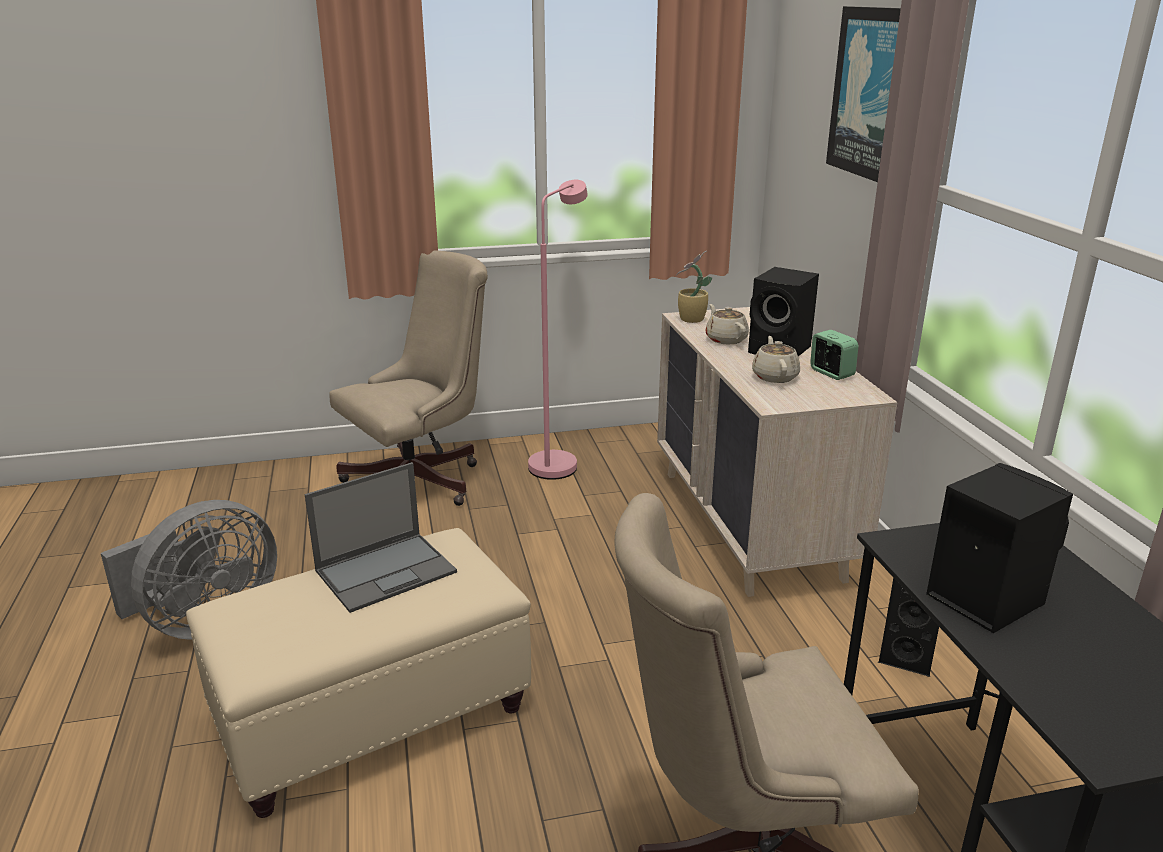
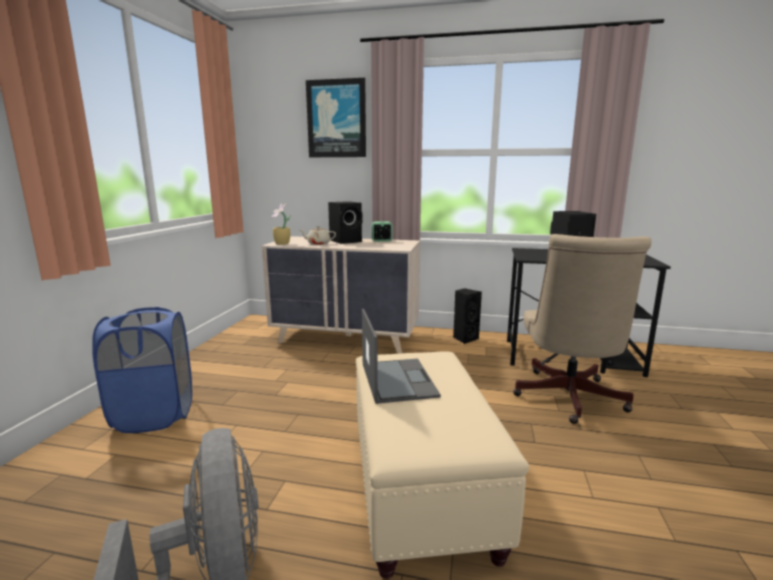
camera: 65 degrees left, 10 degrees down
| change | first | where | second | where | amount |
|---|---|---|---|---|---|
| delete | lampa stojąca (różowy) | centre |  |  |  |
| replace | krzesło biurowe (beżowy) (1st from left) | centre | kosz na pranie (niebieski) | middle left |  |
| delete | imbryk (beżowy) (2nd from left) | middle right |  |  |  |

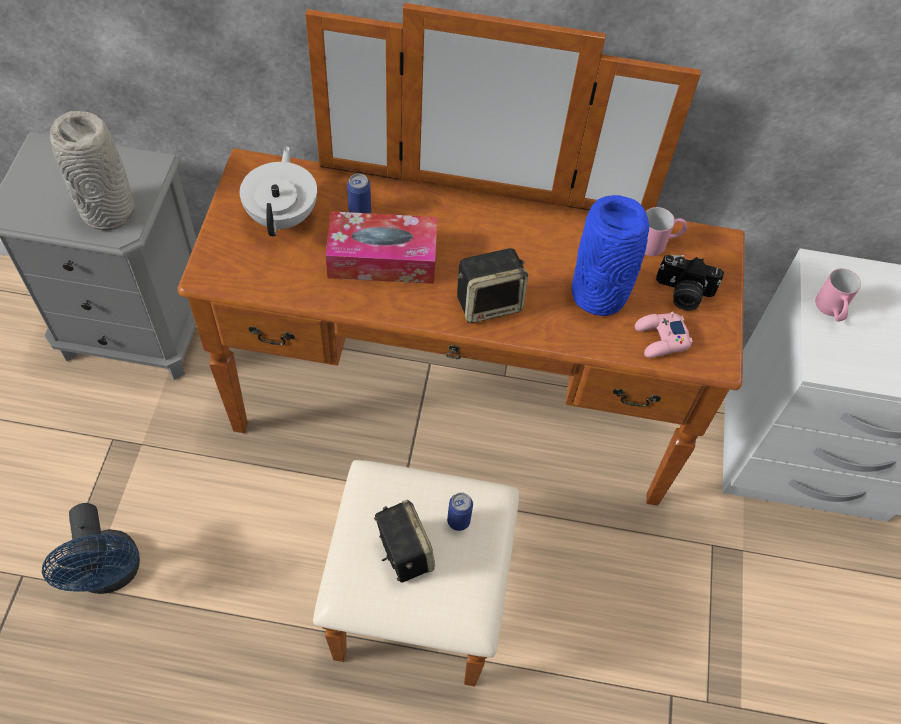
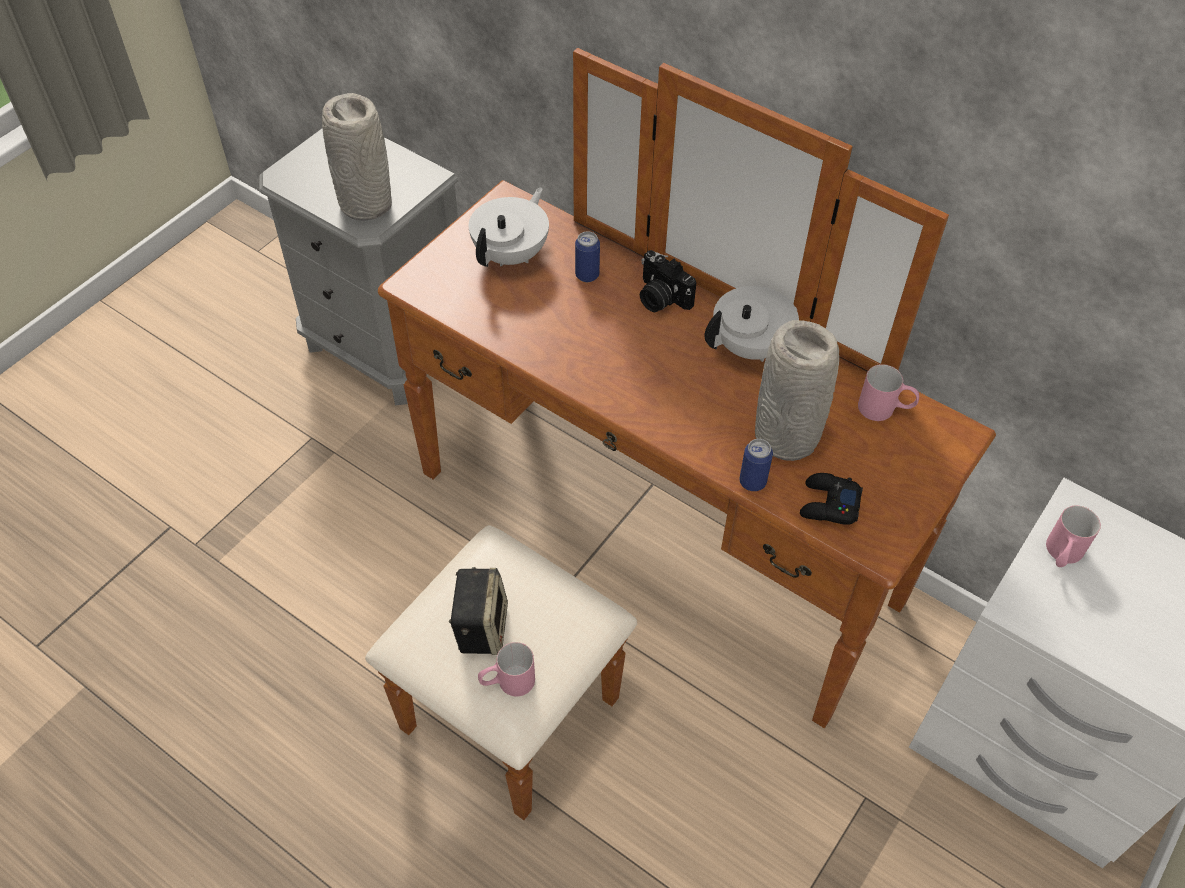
camera: 30 degrees right, 5 degrees down
| change | first | where | second | where | amount |
|---|---|---|---|---|---|
| recolor | wazon (niebieski) | middle right | wazon (szary) (2nd from left) | middle right |  |
| delete | pudełko chusteczek | centre |  |  |  |
| delete | głośnik (2nd from left) | centre |  |  |  |
| move | aparat fotograficzny | middle right |  | top centre |  |
| recolor | pad do gier (różowy) | middle right | pad do gier (czarny) | middle right |  |
| move | puszka (2nd from left) | bottom centre |  | centre |  |
| delete | wentylator (niebieski) | bottom left |  |  |  |
| insert |  |  | imbryk (biały) (2nd from left) | centre |  |
| insert |  |  | kubek (różowy) (1st from left) | bottom centre |  |

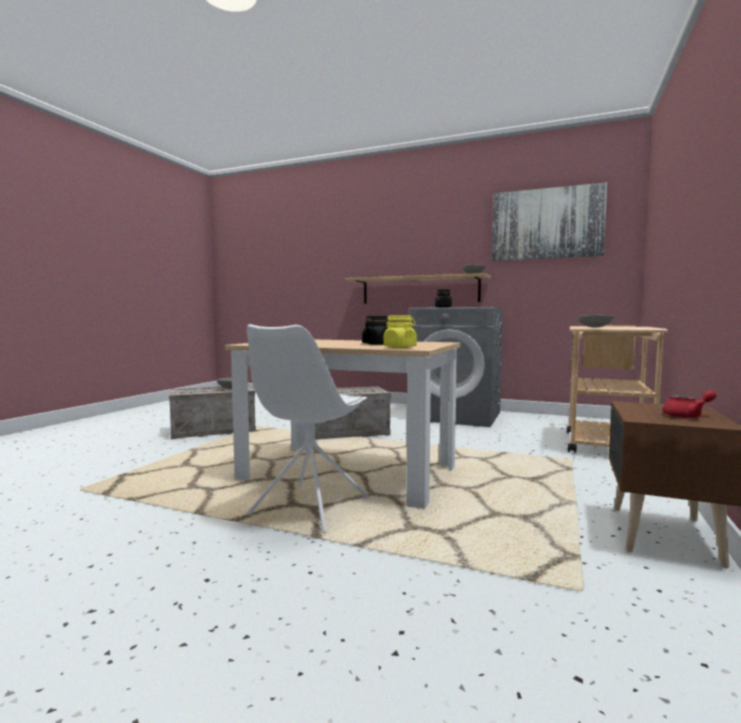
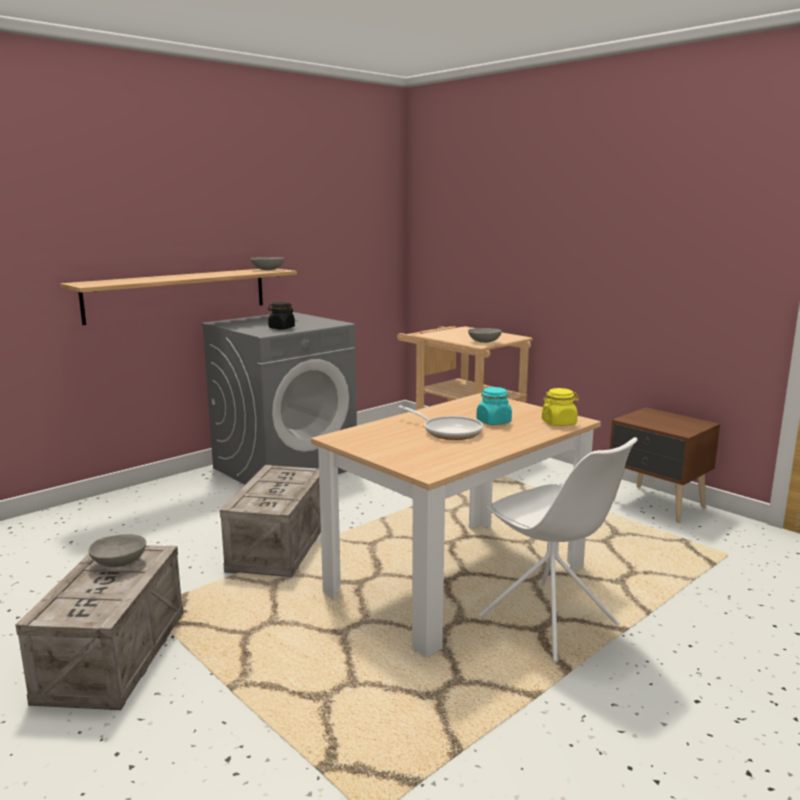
camera: 65 degrees left, 10 degrees up
| change | first | where | second | where | amount |
|---|---|---|---|---|---|
| delete | obraz | top right |  |  |  |
| recolor | słoik (czarny) (1st from left) | centre | słoik (turkusowy) | centre |  |
| delete | imbryk (czerwony) | middle right |  |  |  |
| insert |  |  | patelnia | centre |  |

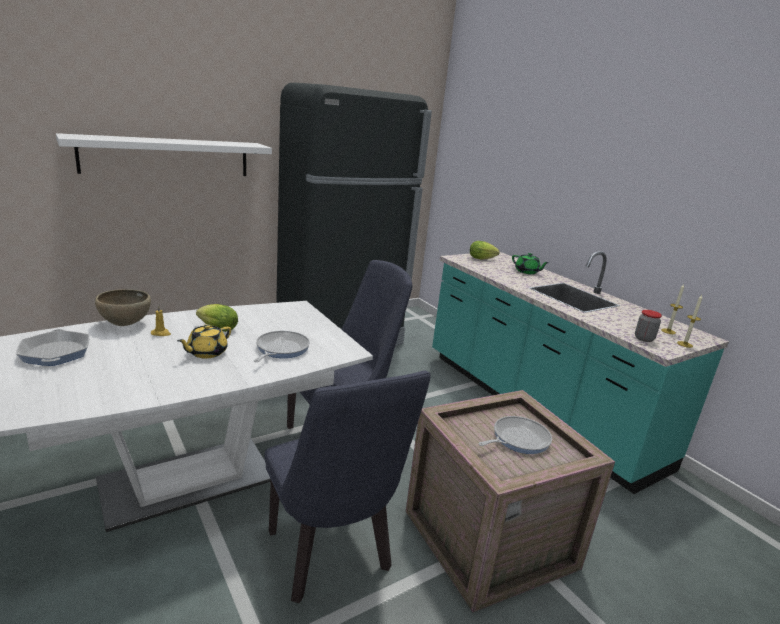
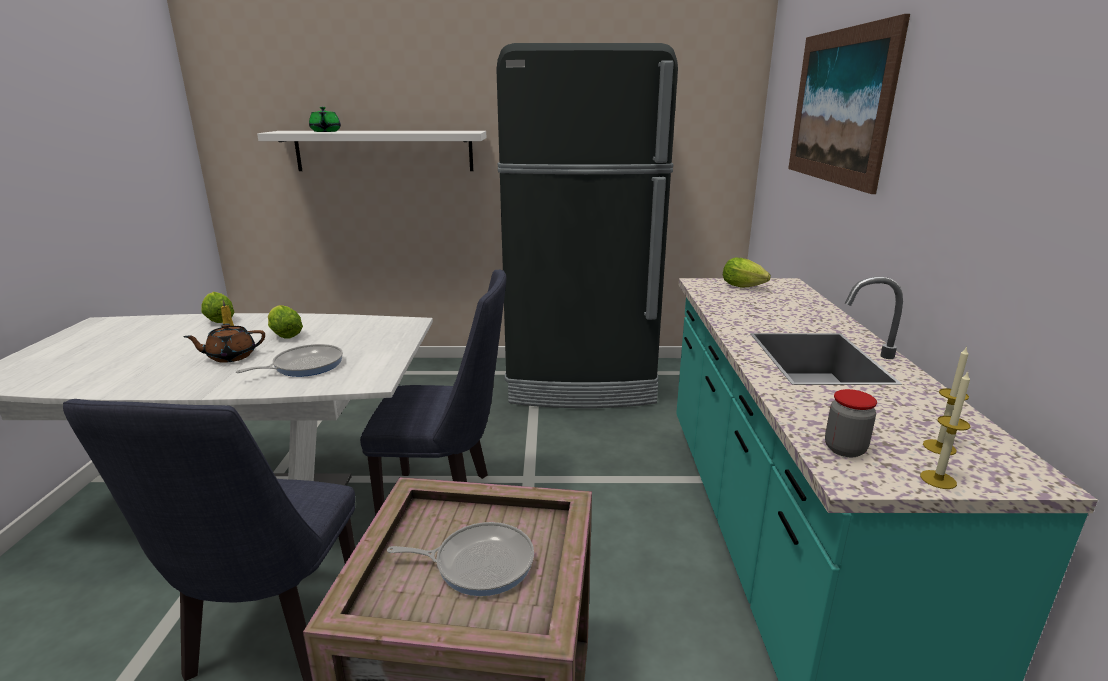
camera: 35 degrees right, 0 degrees up
| change | first | where | second | where | amount |
|---|---|---|---|---|---|
| move | imbryk (zielony) | middle right |  | top left |  |
| replace | miska (brązowy) | middle left | sałata (1st from left) | middle left |  |
| recolor | imbryk (żółty) | middle left | imbryk (brązowy) | middle left |  |
| delete | patelnia (1st from left) | middle left |  |  |  |
| insert |  |  | obraz | top right |  |

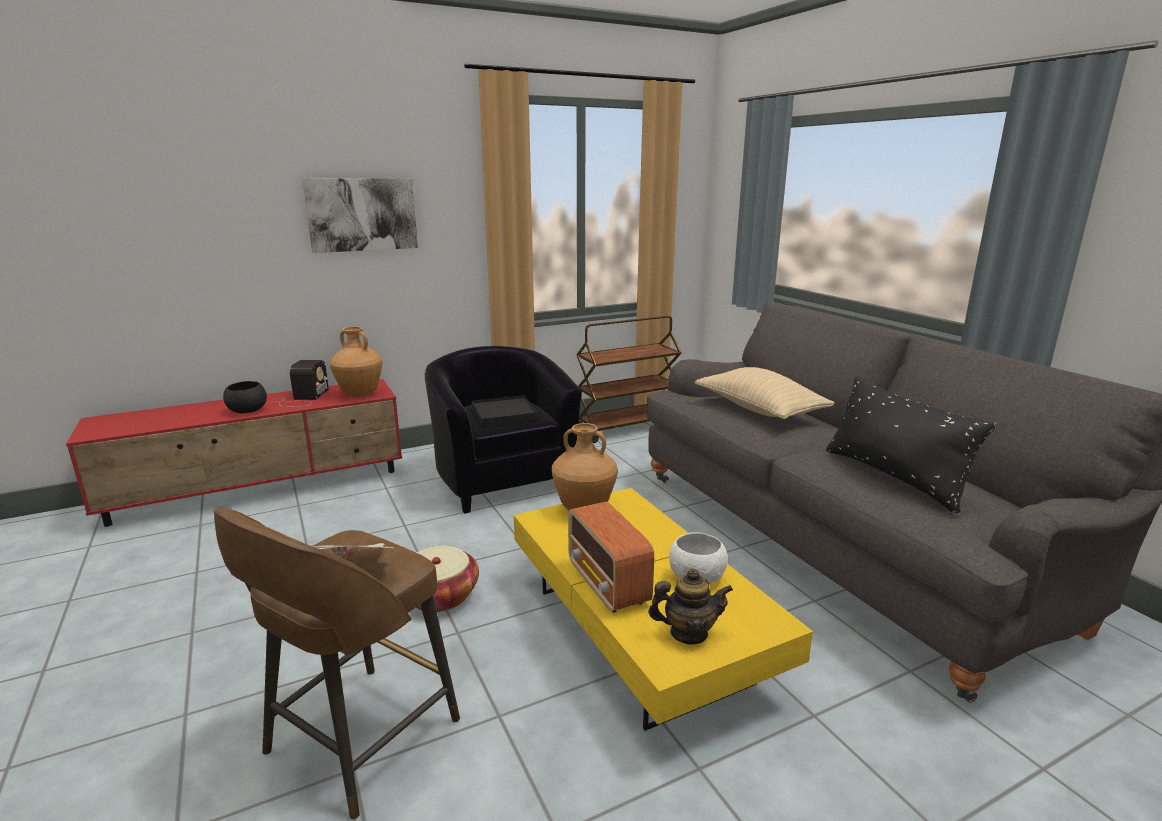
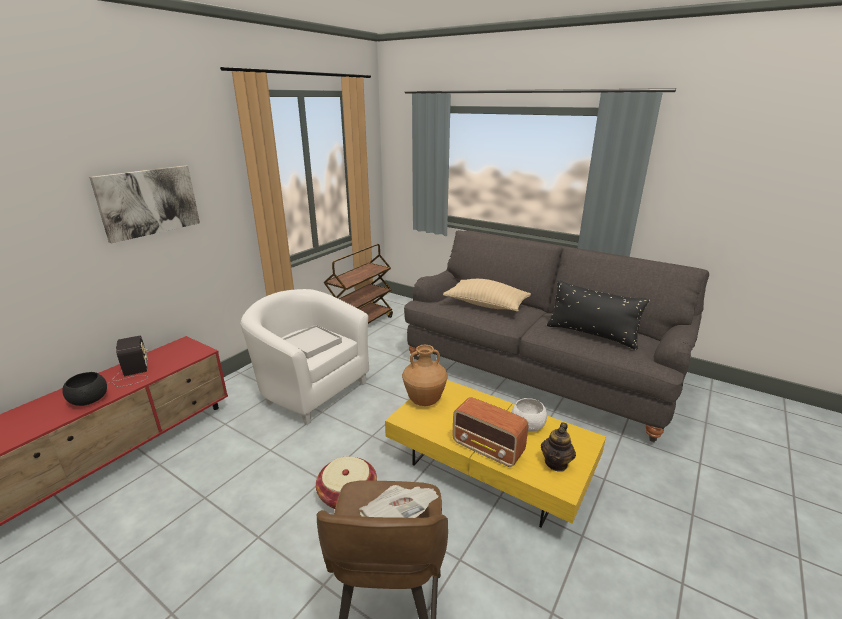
camera: 30 degrees left, 5 degrees up
| change | first | where | second | where | amount |
|---|---|---|---|---|---|
| delete | wazon (brązowy) (1st from left) | middle left |  |  |  |
| recolor | fotel (czarny) | centre | fotel (biały) | centre |  |
| recolor | taca (czarny) | centre | taca (biały) | centre |  |
| rotate | imbryk | bottom centre |  | bottom centre | 150 degrees clockwise |

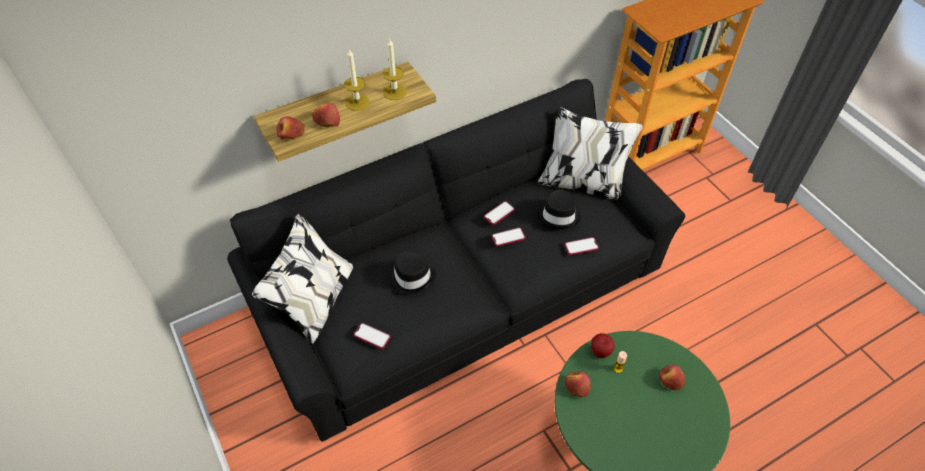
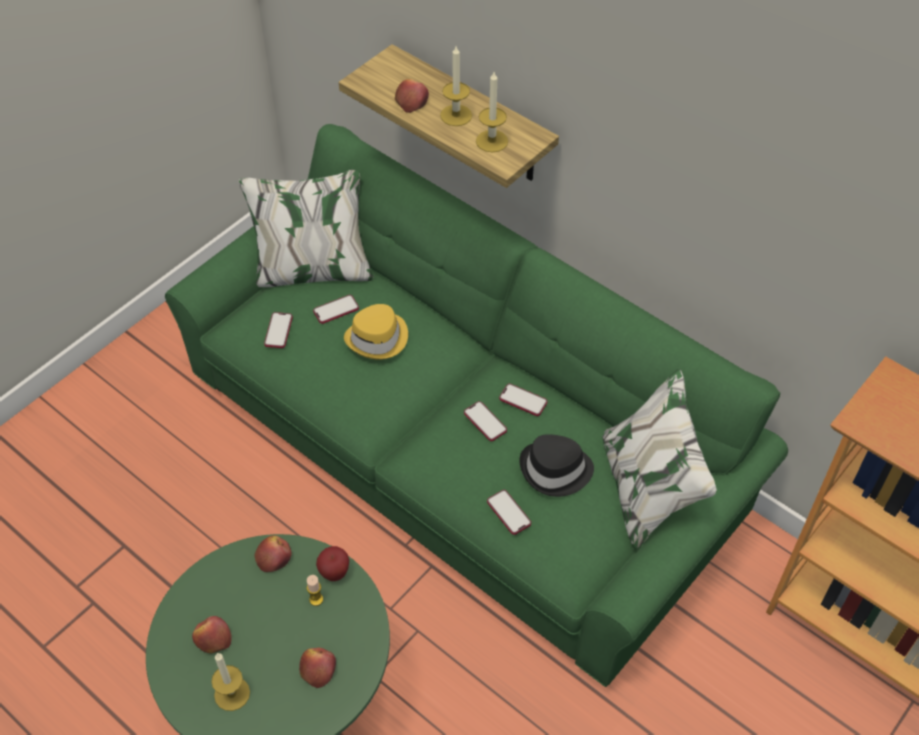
camera: 70 degrees right, 0 degrees up
| change | first | where | second | where | amount |
|---|---|---|---|---|---|
| recolor | kanapa (czarny) | centre | kanapa (zielony) | centre |  |
| move | jabłko (1st from left) | top left |  | bottom left |  |
| recolor | kapelusz (czarny) (1st from left) | centre | kapelusz (żółty) | centre |  |
| insert |  |  | telefon (2nd from left) | centre |  |
| insert |  |  | świeca (1st from left) | bottom left |  |

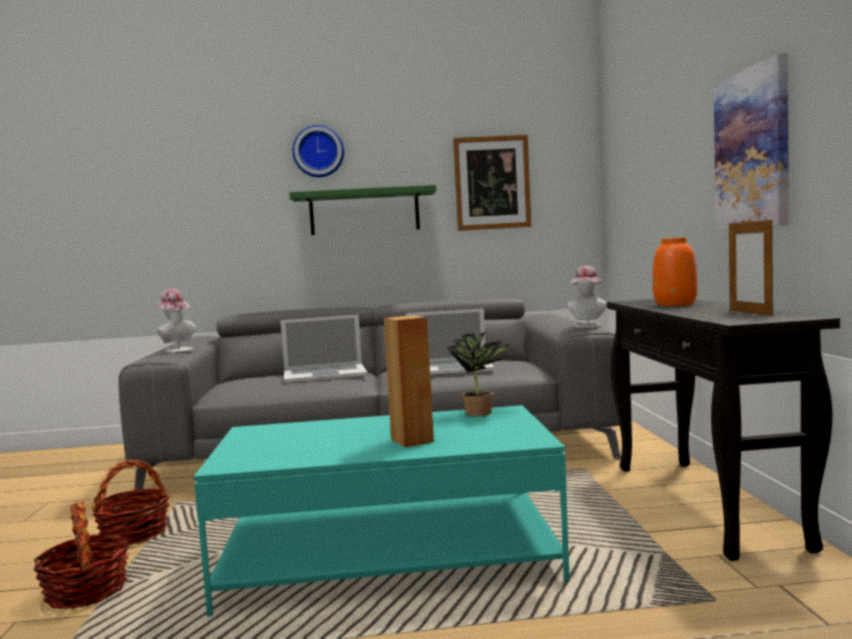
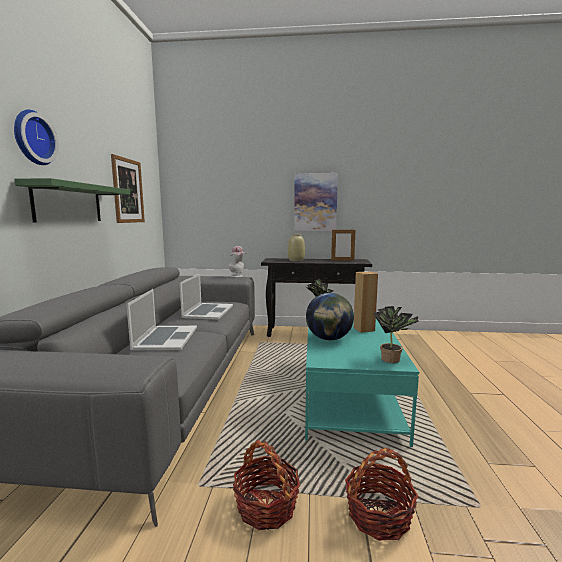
camera: 80 degrees left, 5 degrees up
| change | first | where | second | where | amount |
|---|---|---|---|---|---|
| recolor | wazon (pomarańczowy) | middle right | wazon (beżowy) | centre |  |
| delete | kapelusz (1st from left) | middle left |  |  |  |
| insert |  |  | globus | centre |  |
| insert |  |  | roślina doniczkowa (2nd from left) | middle right |  |

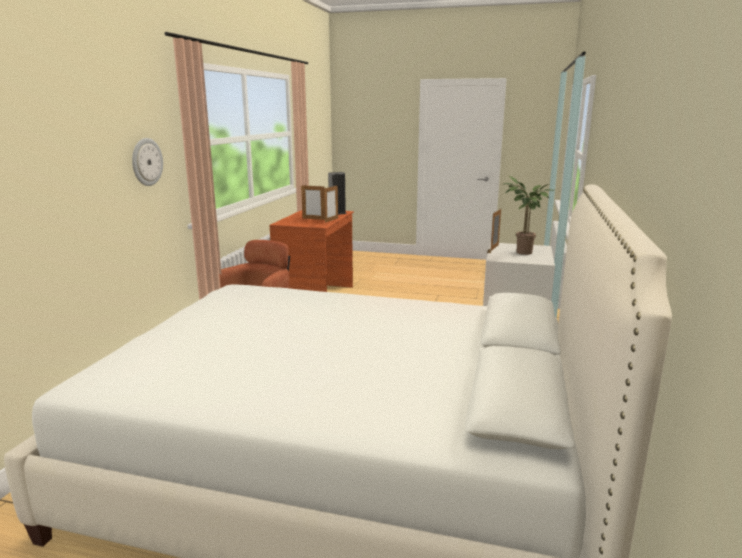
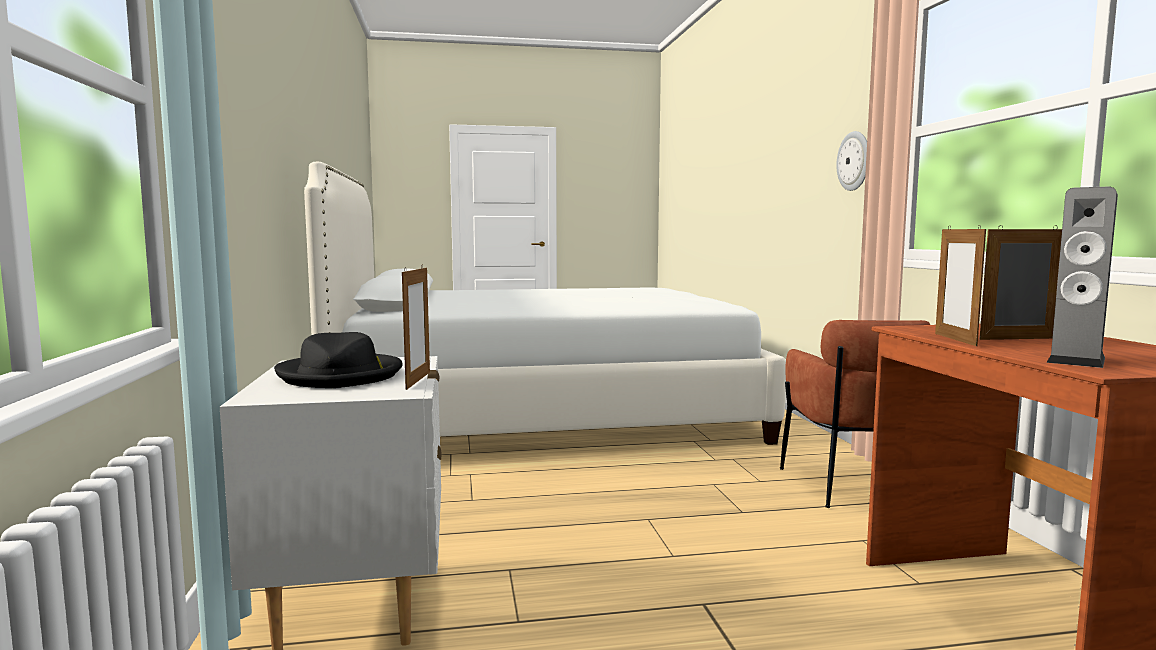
camera: 155 degrees right, 10 degrees down
| change | first | where | second | where | amount |
|---|---|---|---|---|---|
| replace | roślina doniczkowa | middle right | kapelusz (czarny) | middle left |  |

